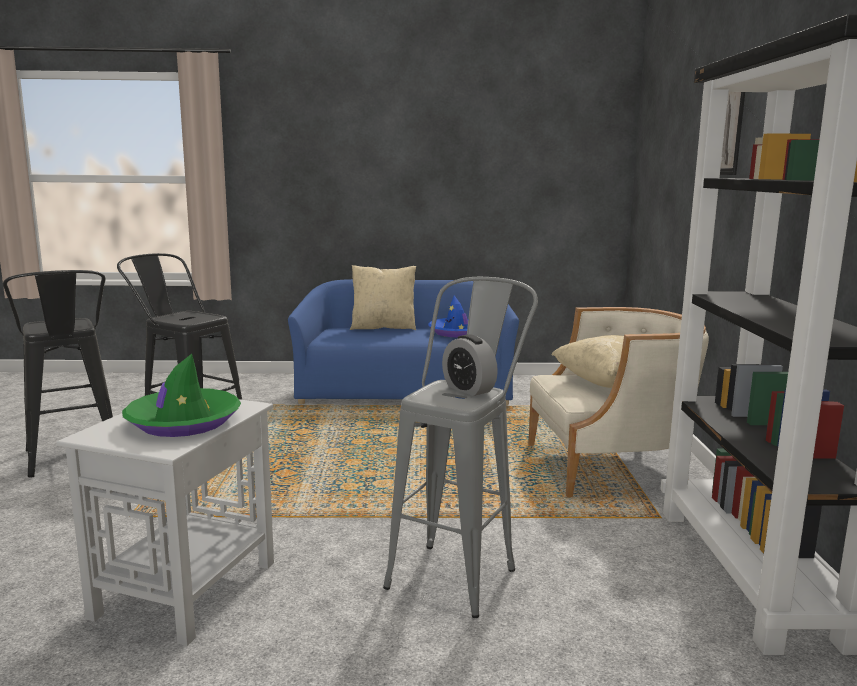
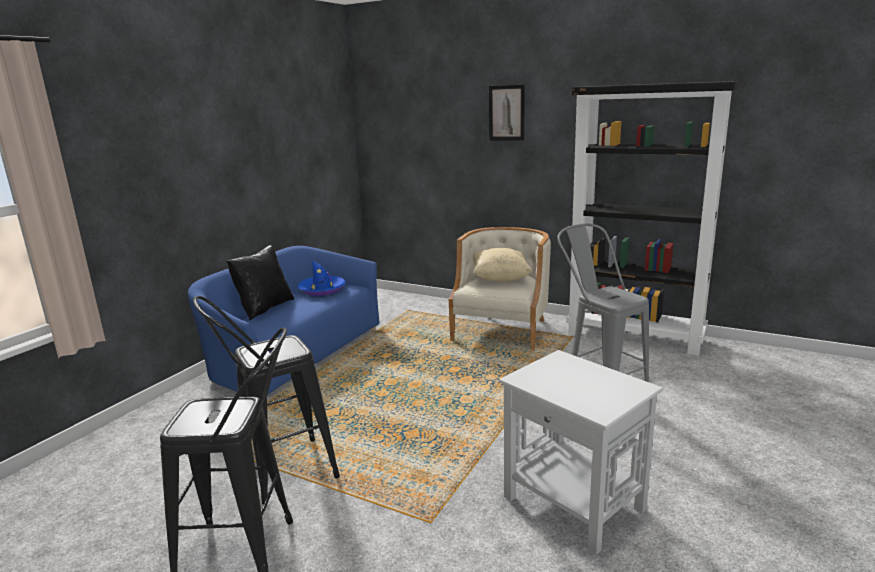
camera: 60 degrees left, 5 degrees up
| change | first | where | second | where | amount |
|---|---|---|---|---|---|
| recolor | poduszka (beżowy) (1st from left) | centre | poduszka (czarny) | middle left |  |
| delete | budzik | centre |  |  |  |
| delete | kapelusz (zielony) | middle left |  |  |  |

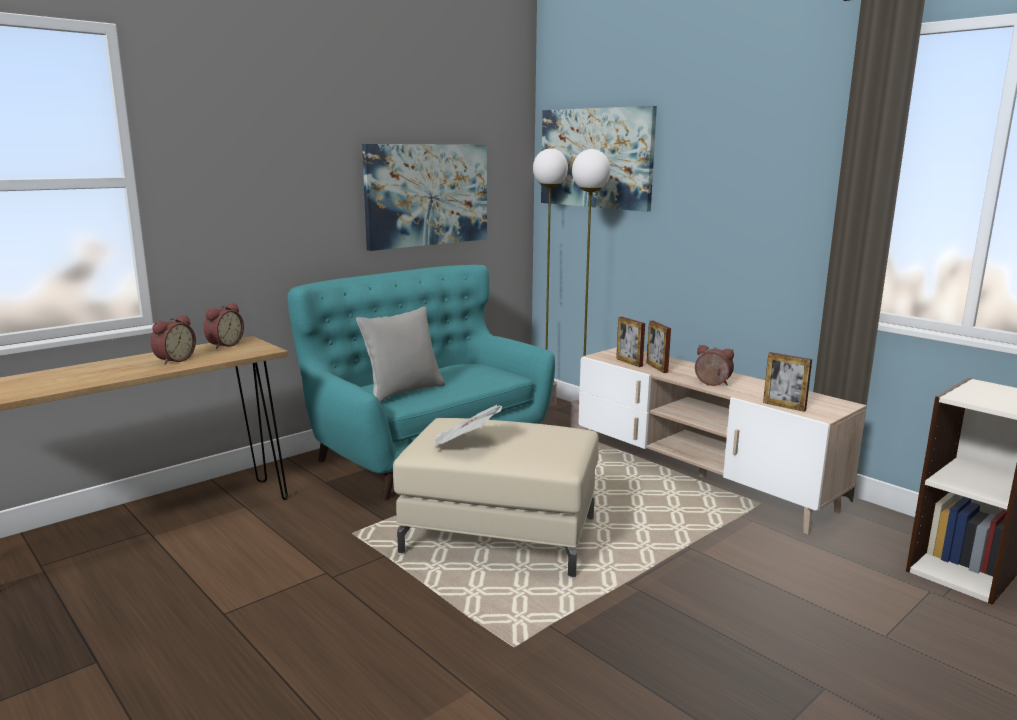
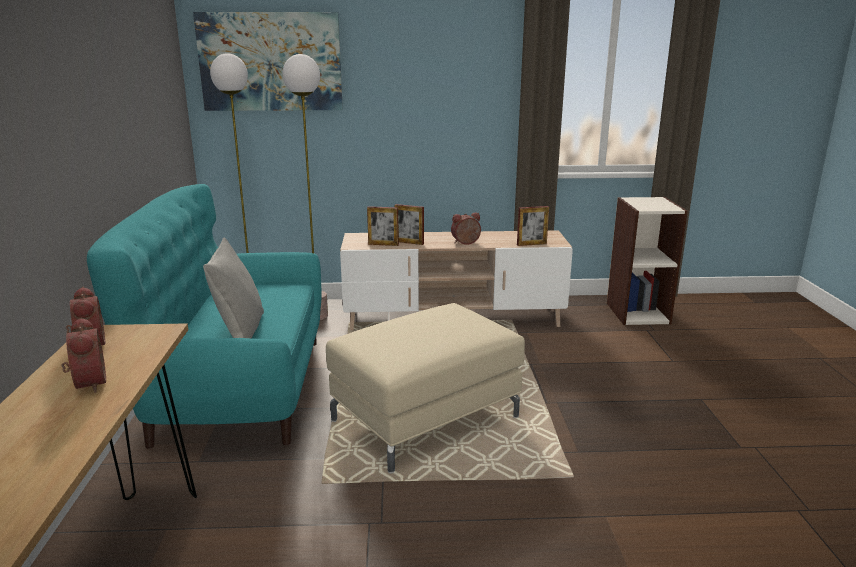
camera: 50 degrees left, 5 degrees up
| change | first | where | second | where | amount |
|---|---|---|---|---|---|
| delete | obraz (1st from left) | top centre |  |  |  |
| delete | gazeta | centre |  |  |  |

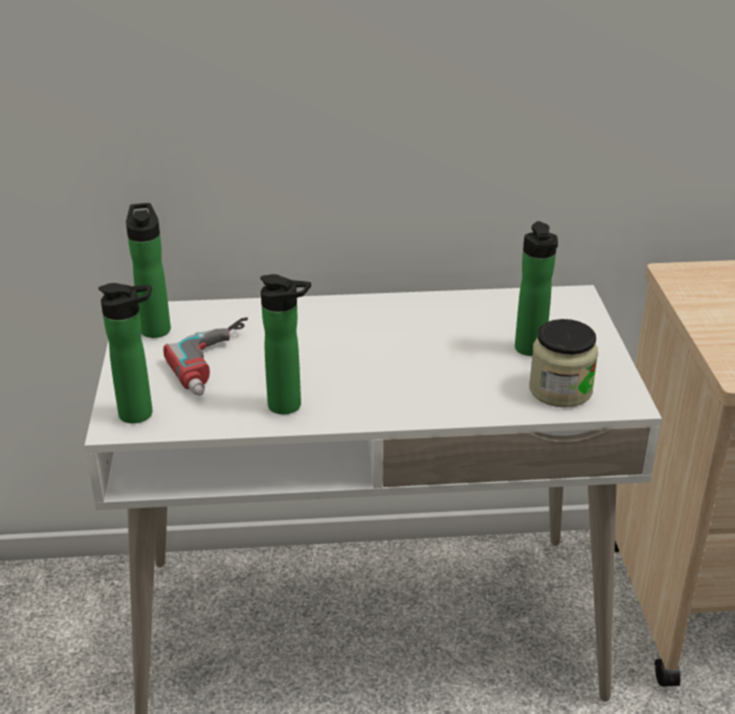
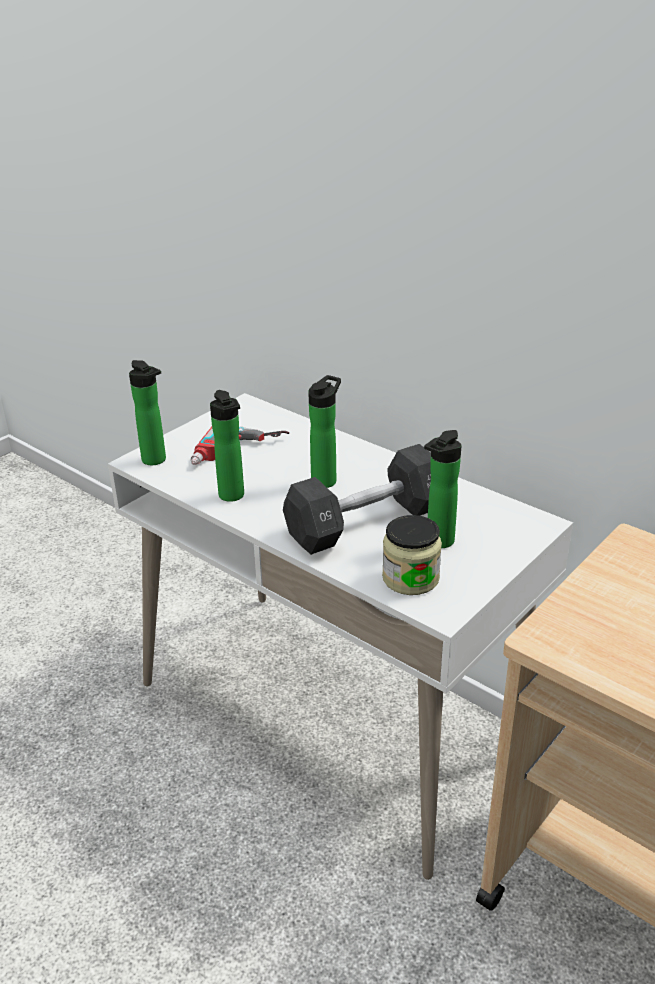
camera: 45 degrees right, 0 degrees up
| change | first | where | second | where | amount |
|---|---|---|---|---|---|
| move | butelka (2nd from left in the first image) | middle left | butelka (3rd from left) | centre |  |
| insert |  |  | hantel (czarny) | centre |  |

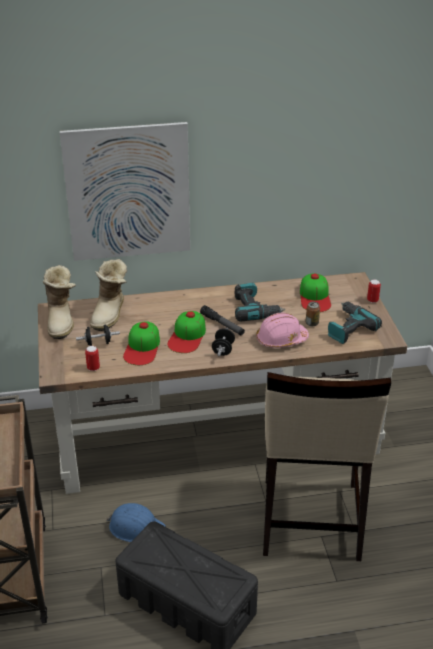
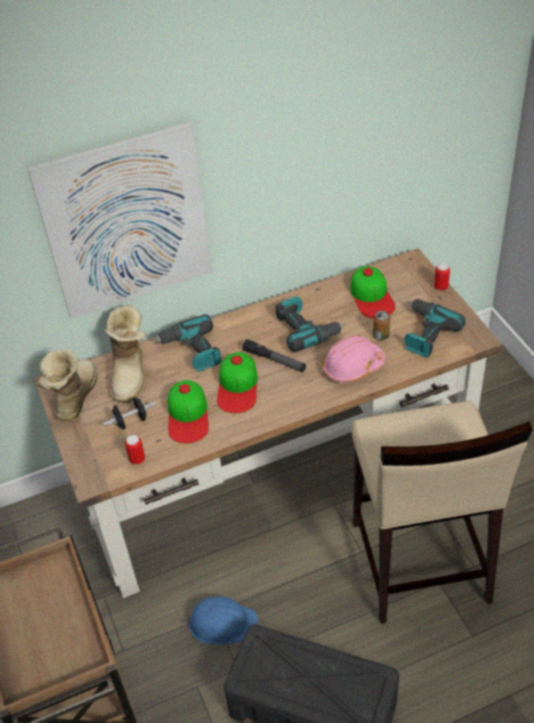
camera: 10 degrees left, 10 degrees up
| change | first | where | second | where | amount |
|---|---|---|---|---|---|
| rotate | but z cholewką (1st from left) | middle left |  | middle left | 150 degrees counterclockwise |
| delete | hantel (czarny) (2nd from left) | centre |  |  |  |
| insert |  |  | wiertarka (1st from left) | centre |  |

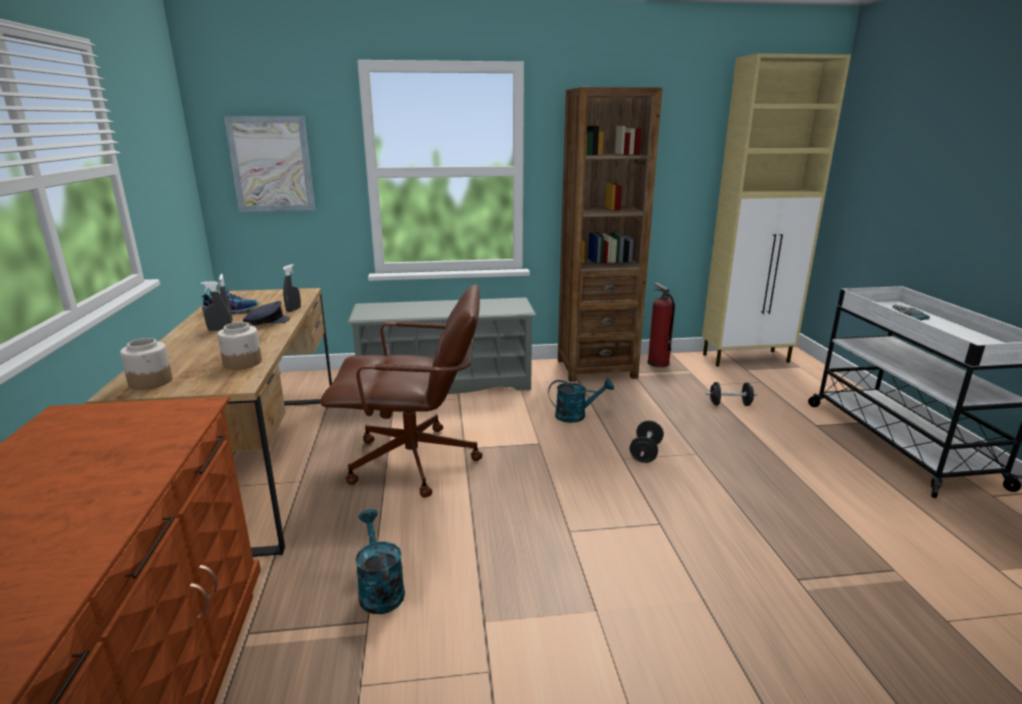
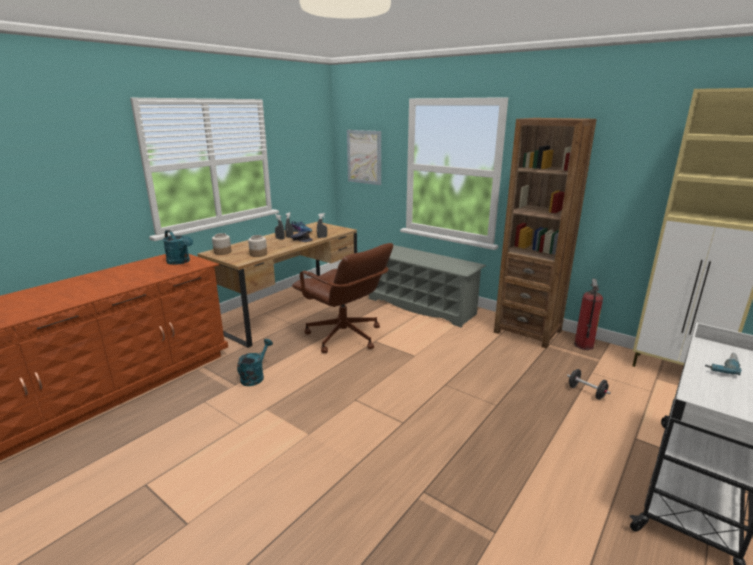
camera: 45 degrees right, 0 degrees up
| change | first | where | second | where | amount |
|---|---|---|---|---|---|
| move | konewka (turkusowy) (2nd from left in the first image) | centre | konewka (turkusowy) (1st from left) | middle left |  |
| delete | hantel (czarny) (1st from left) | centre |  |  |  |

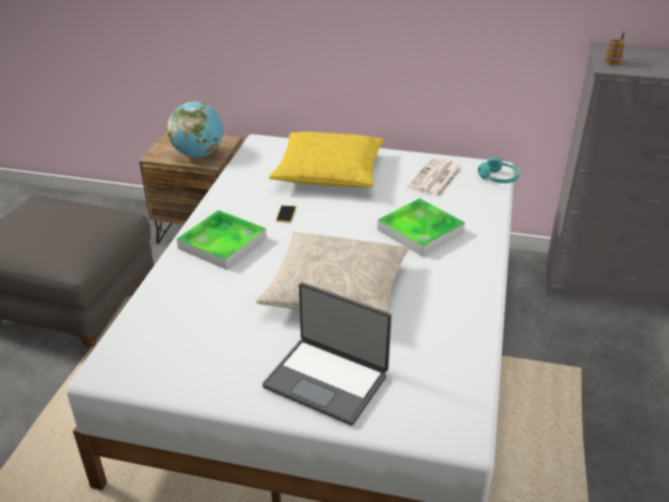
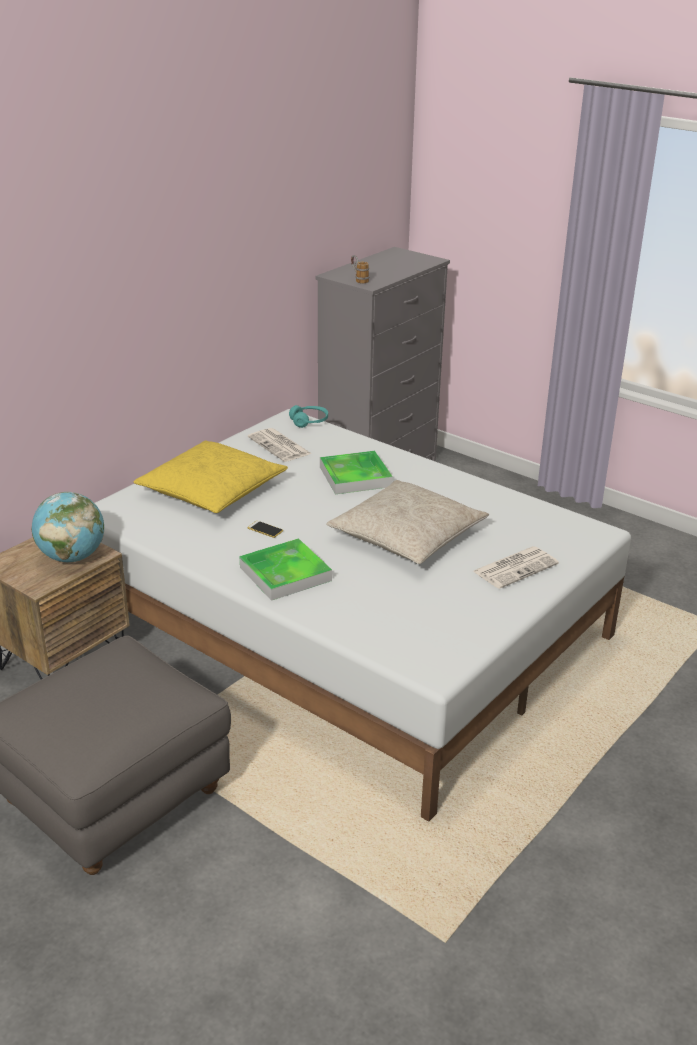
camera: 65 degrees left, 5 degrees down
| change | first | where | second | where | amount |
|---|---|---|---|---|---|
| replace | laptop | bottom centre | gazeta (2nd from left) | middle right |  |

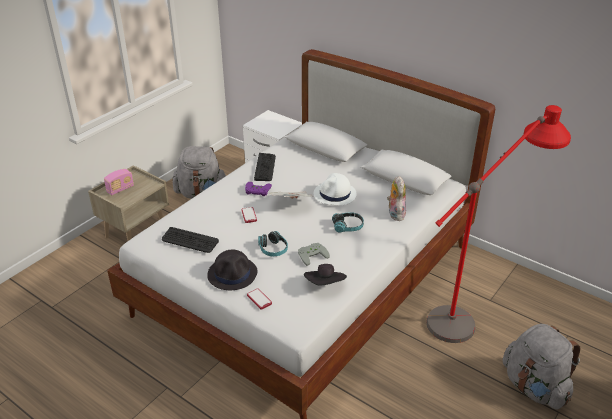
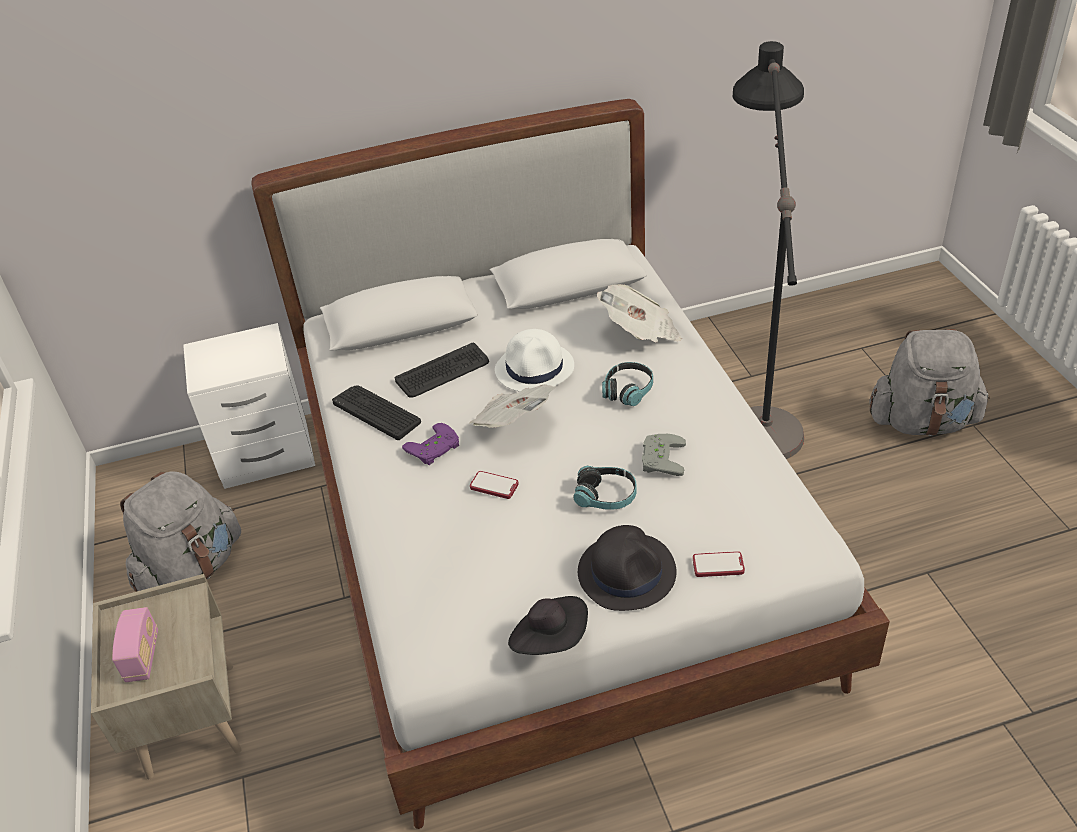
camera: 50 degrees left, 5 degrees up
| change | first | where | second | where | amount |
|---|---|---|---|---|---|
| recolor | lampa stojąca (czerwony) | middle right | lampa stojąca (czarny) | top right |  |
| replace | pluszak | centre | gazeta (2nd from left) | centre |  |
| move | klawiatura (1st from left in the first image) | middle left | klawiatura (2nd from left) | centre |  |
| move | kapelusz (czarny) (2nd from left in the first image) | centre | kapelusz (czarny) (1st from left) | bottom centre |  |

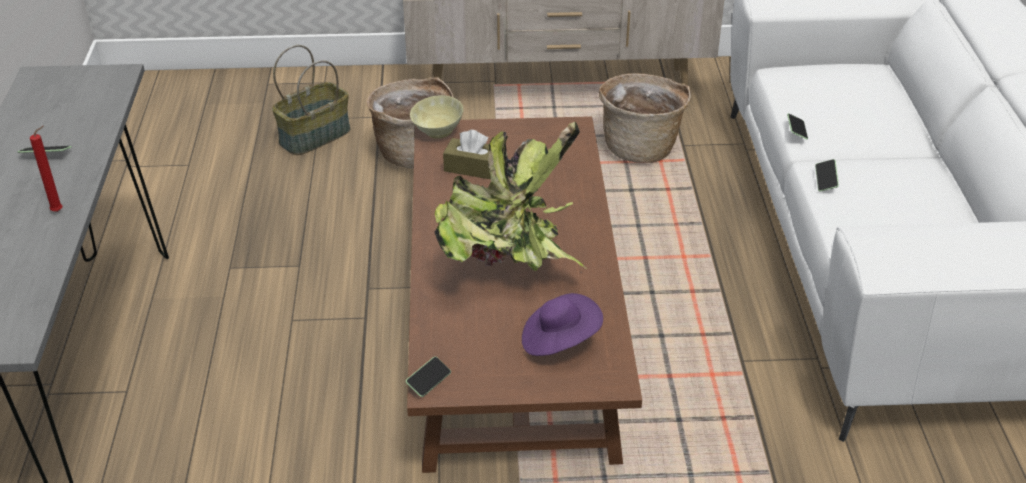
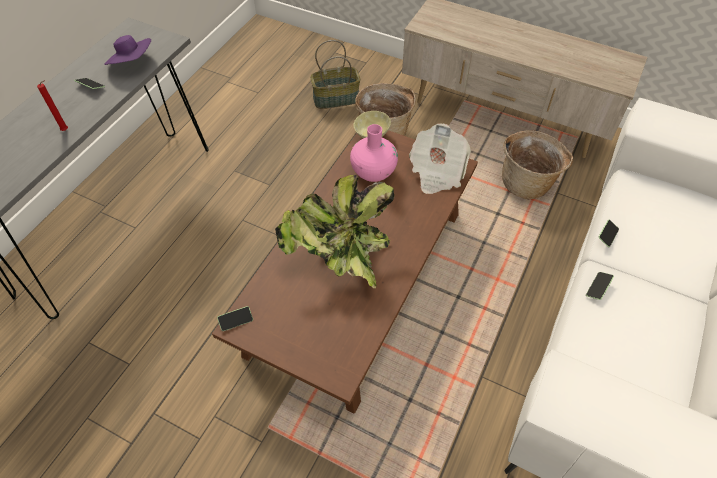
camera: 30 degrees right, 15 degrees up
| change | first | where | second | where | amount |
|---|---|---|---|---|---|
| replace | pudełko chusteczek (brązowy) | top centre | wazon (różowy) | top centre |  |
| move | kapelusz (fioletowy) | bottom centre |  | top left |  |
| insert |  |  | gazeta | top centre |  |

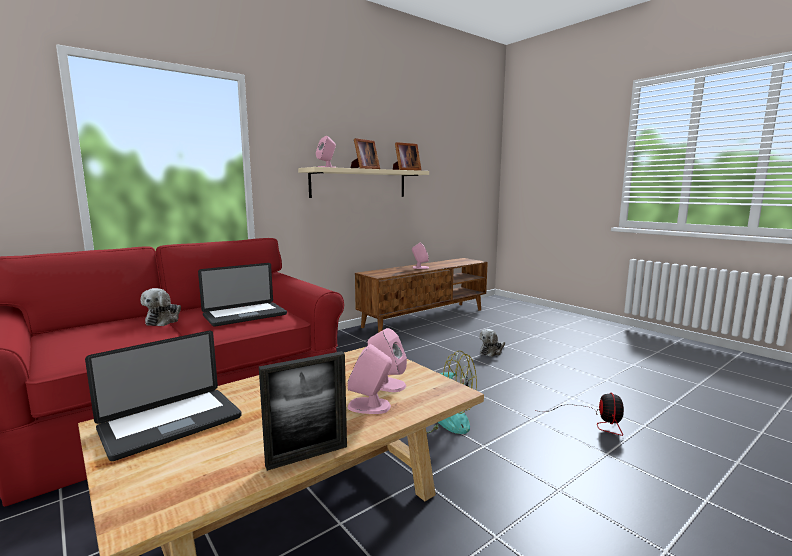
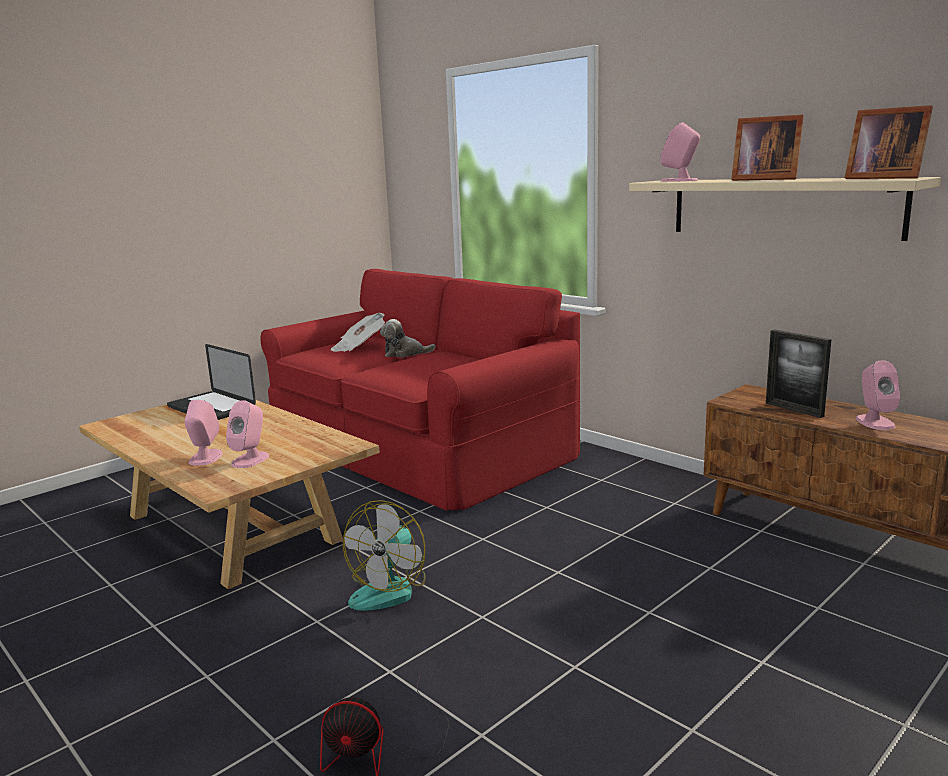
camera: 85 degrees right, 5 degrees up
| change | first | where | second | where | amount |
|---|---|---|---|---|---|
| delete | laptop (2nd from left) | middle left |  |  |  |
| delete | pluszak (2nd from left) | centre |  |  |  |
| move | ramka na zdjęcie (1st from left in the first image) | bottom centre | ramka na zdjęcie (2nd from left) | middle right |  |
| insert |  |  | gazeta | centre |  |

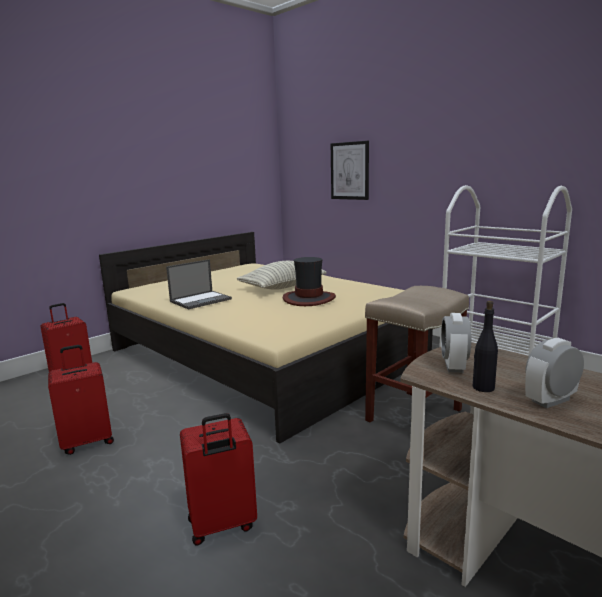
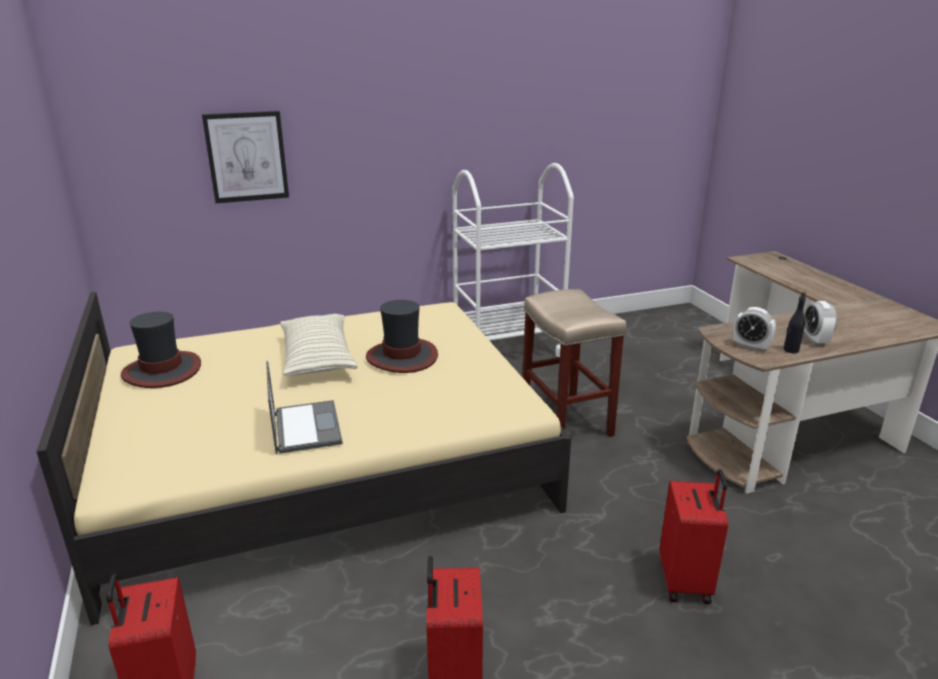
camera: 65 degrees left, 10 degrees up
| change | first | where | second | where | amount |
|---|---|---|---|---|---|
| insert |  |  | kapelusz (1st from left) | middle left |  |

